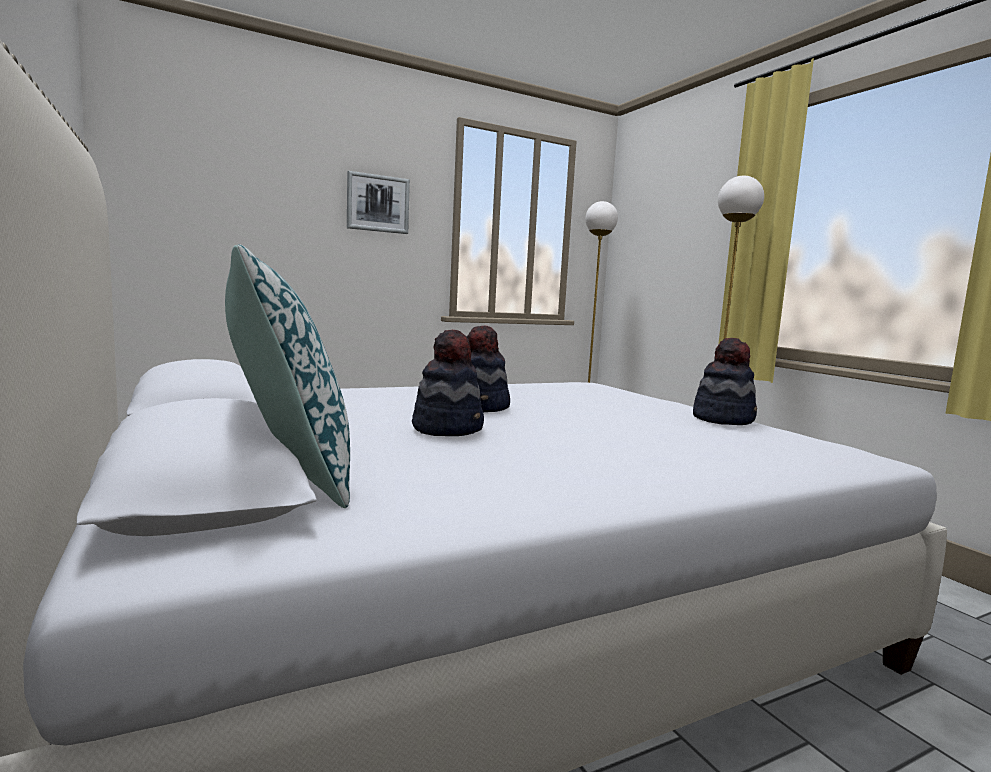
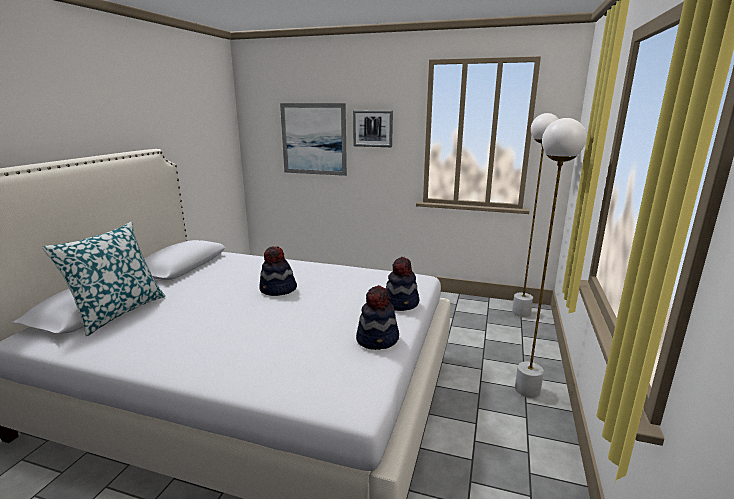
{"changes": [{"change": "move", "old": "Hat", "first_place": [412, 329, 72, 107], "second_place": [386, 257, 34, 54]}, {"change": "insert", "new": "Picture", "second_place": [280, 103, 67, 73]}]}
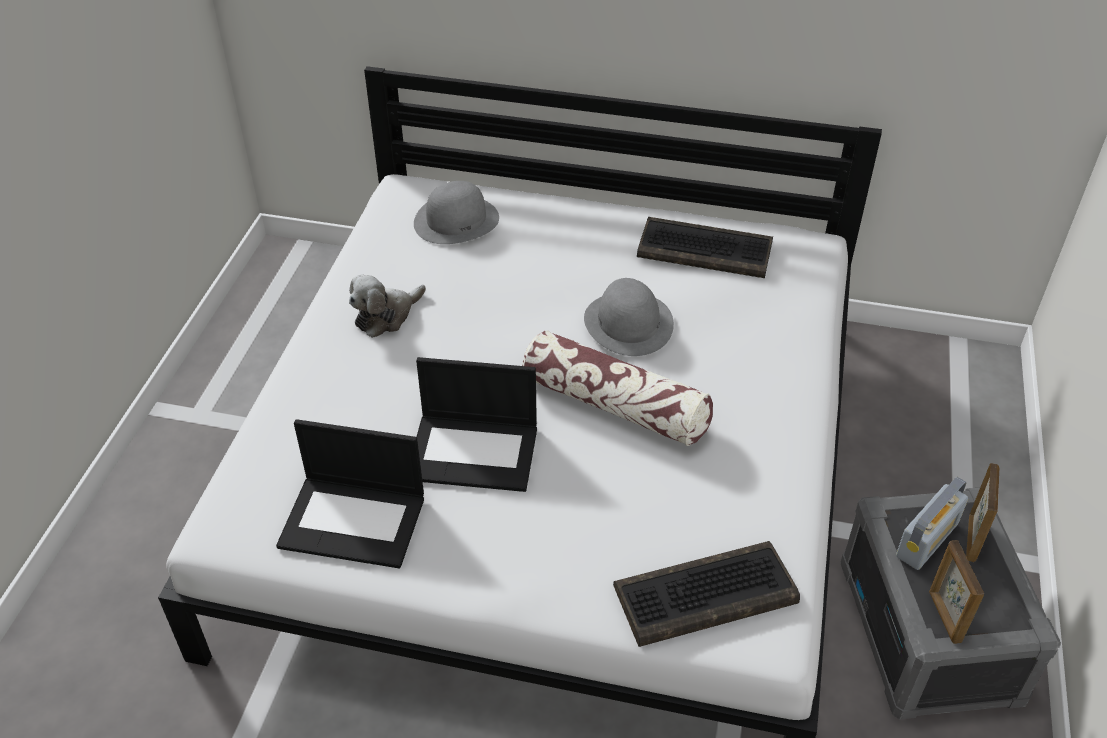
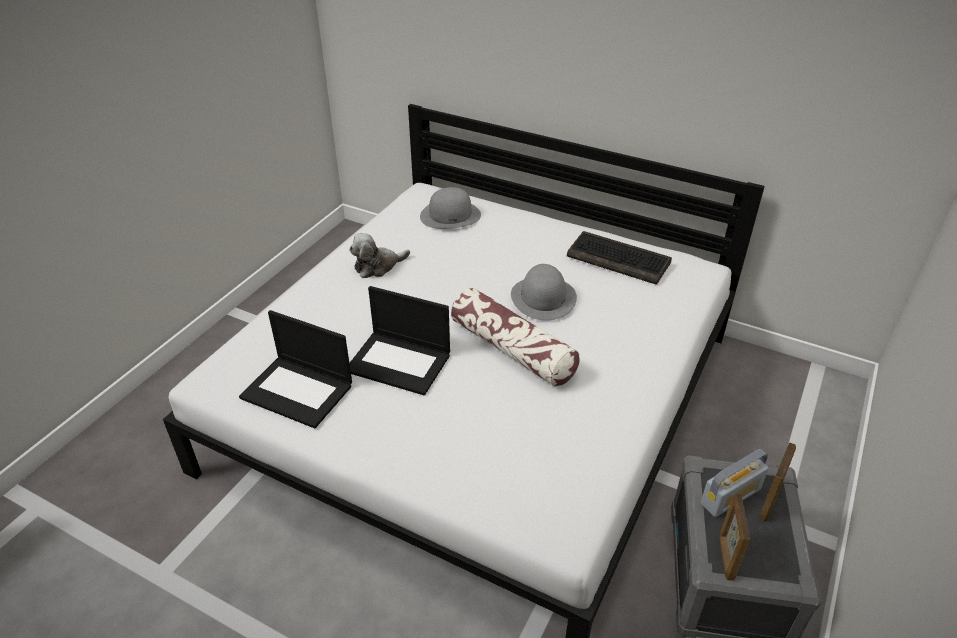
{"changes": [{"change": "delete", "old": "Keyboard", "first_place": [613, 541, 187, 106]}]}
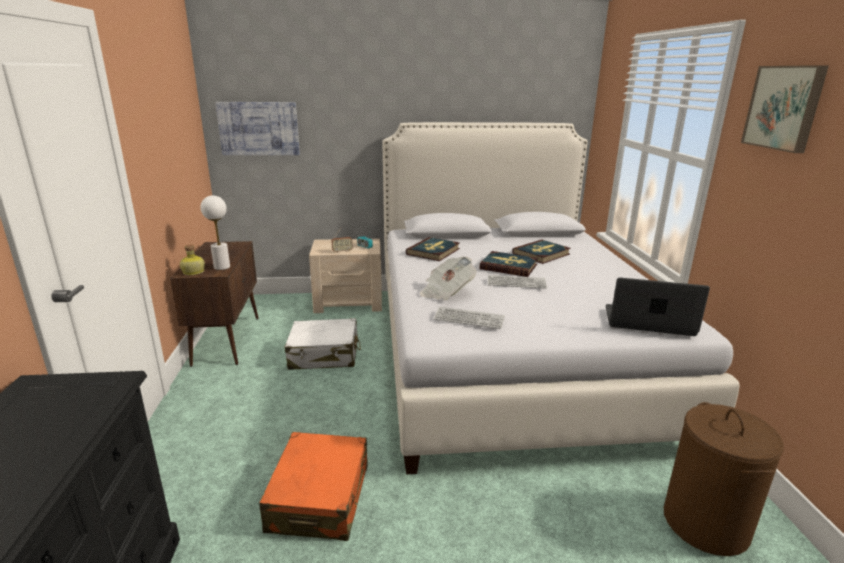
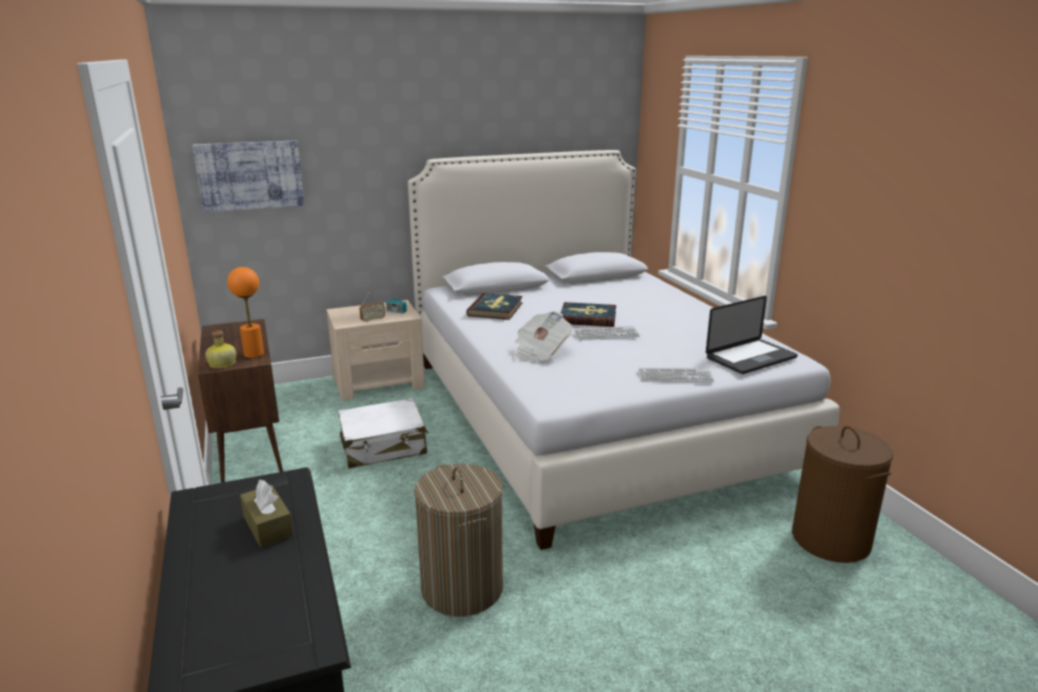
{"changes": [{"change": "delete", "old": "Picture", "first_place": [741, 65, 88, 88]}, {"change": "recolor", "old": "WhiteTableLamp", "new": "OrangeTableLamp", "first_place": [201, 195, 29, 75], "second_place": [227, 267, 37, 91]}, {"change": "delete", "old": "Book", "first_place": [512, 240, 59, 24]}, {"change": "rotate", "old": "Laptop", "first_place": [606, 278, 104, 58], "second_place": [706, 296, 92, 78], "degrees": 150}, {"change": "move", "old": "Keyboard", "first_place": [434, 307, 71, 22], "second_place": [639, 367, 75, 15]}, {"change": "replace", "old": "OrangeSuitcase", "new": "LaundryBasket", "first_place": [259, 432, 109, 109], "second_place": [414, 464, 89, 153]}, {"change": "insert", "new": "BrownTissueBox", "second_place": [240, 480, 54, 67]}]}
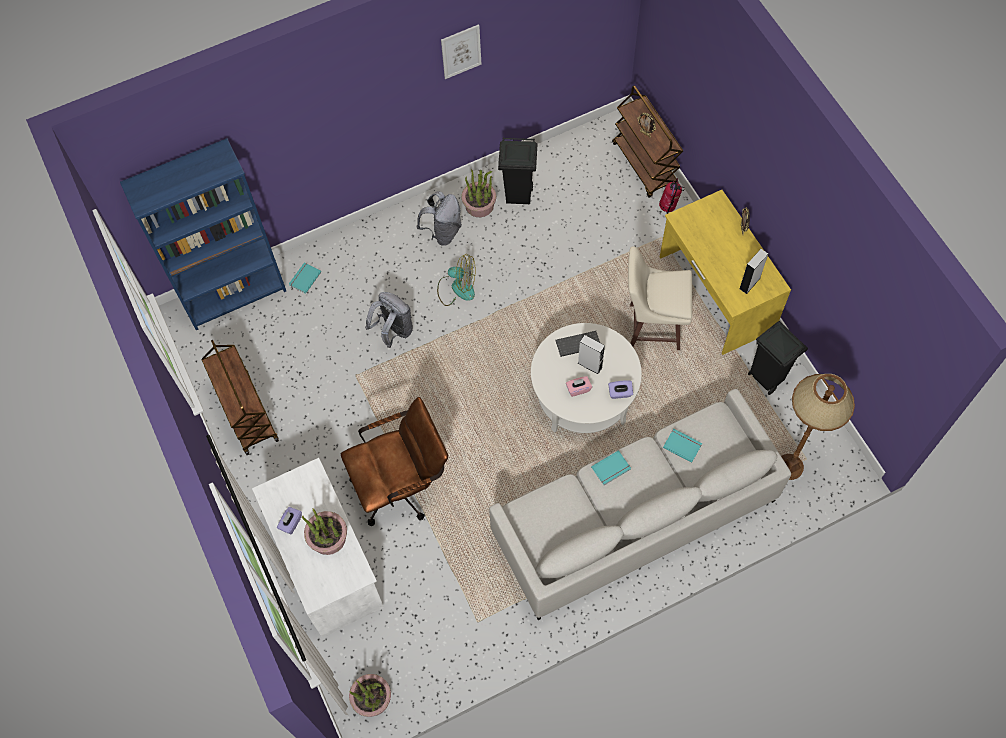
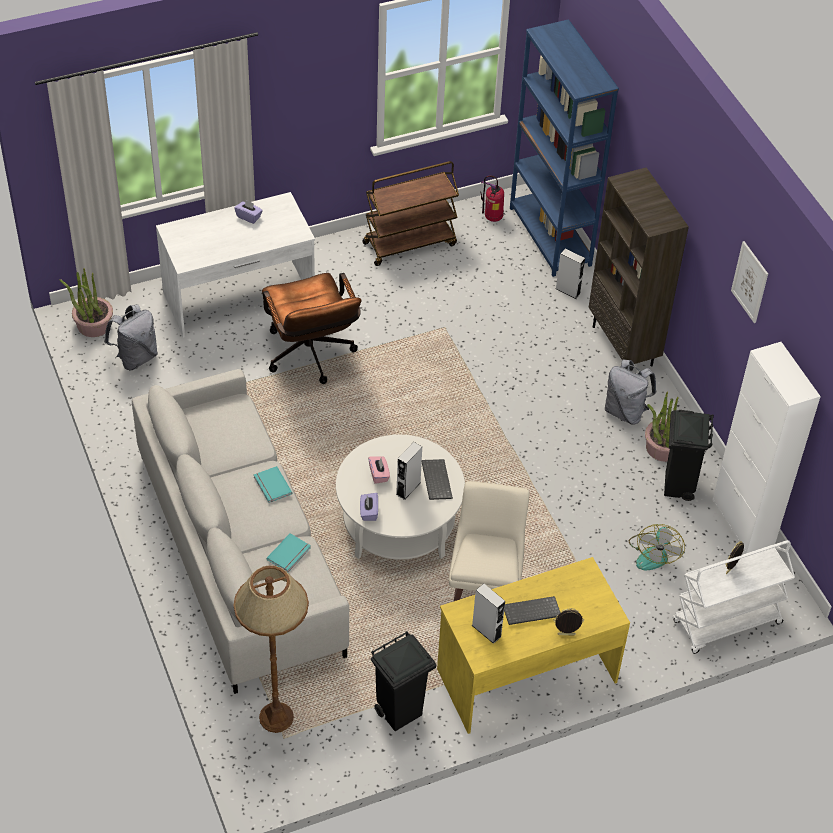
{"changes": [{"change": "recolor", "old": "BrownCart", "new": "WhiteCart", "first_place": [612, 86, 71, 112], "second_place": [673, 540, 122, 114]}, {"change": "move", "old": "FireExtinguisher", "first_place": [659, 178, 26, 36], "second_place": [480, 175, 24, 47]}, {"change": "move", "old": "Fan", "first_place": [437, 254, 38, 52], "second_place": [629, 524, 56, 46]}, {"change": "replace", "old": "TurquoiseBook", "new": "GreySpeaker", "first_place": [289, 262, 32, 32], "second_place": [556, 249, 29, 50]}, {"change": "move", "old": "GreyBackpack", "first_place": [365, 292, 48, 56], "second_place": [104, 304, 54, 66]}, {"change": "delete", "old": "PottedPlant", "first_place": [302, 508, 45, 47]}, {"change": "insert", "new": "BrownBookcase", "second_place": [589, 167, 100, 199]}, {"change": "insert", "new": "WhiteCabinet", "second_place": [712, 342, 109, 211]}, {"change": "insert", "new": "Keyboard", "second_place": [504, 596, 57, 29]}]}
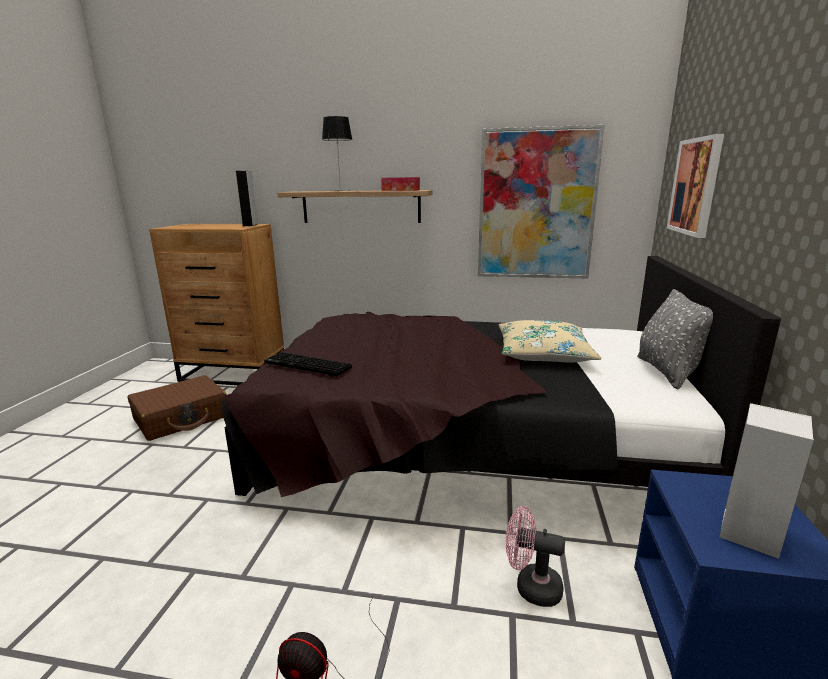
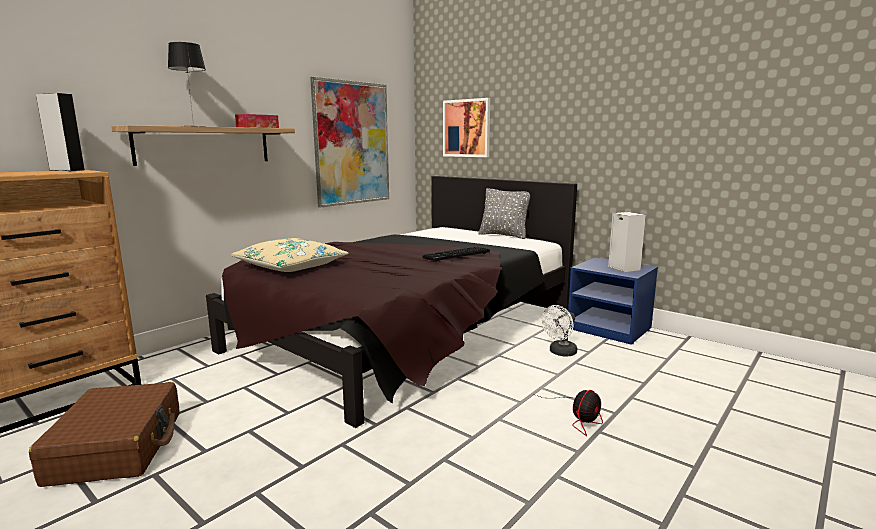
{"changes": [{"change": "move", "old": "BeigePillow", "first_place": [499, 320, 102, 42], "second_place": [231, 238, 118, 34]}, {"change": "move", "old": "Keyboard", "first_place": [264, 352, 88, 24], "second_place": [422, 247, 68, 15]}, {"change": "recolor", "old": "PinkFan", "new": "WhiteFan", "first_place": [506, 506, 59, 101], "second_place": [542, 305, 35, 51]}]}
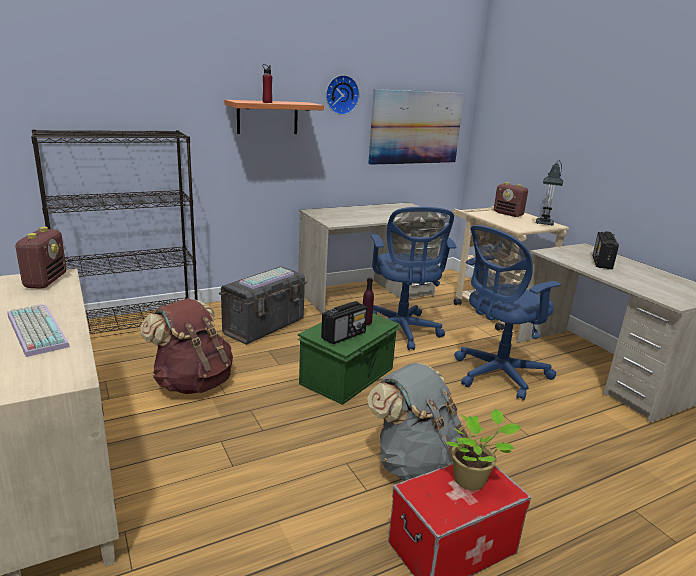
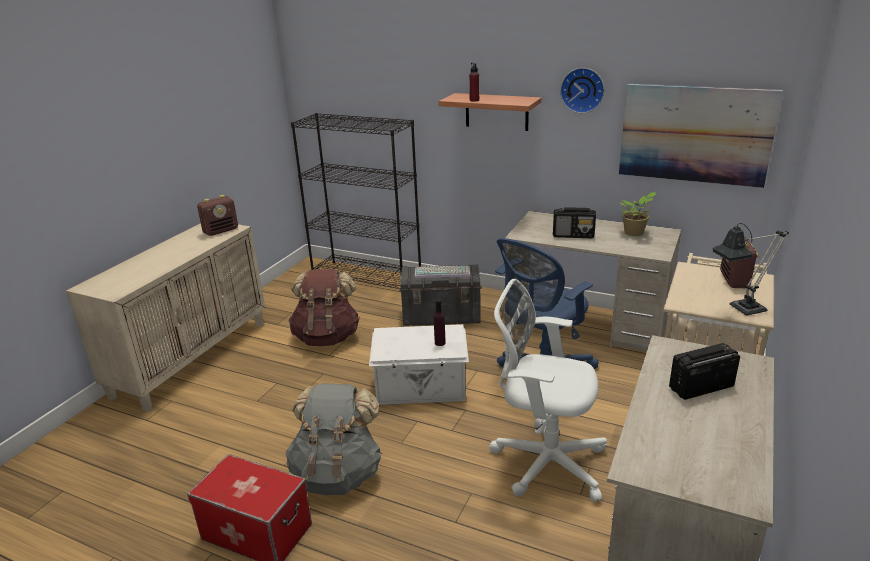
{"changes": [{"change": "recolor", "old": "BlueOfficeChair", "new": "WhiteOfficeChair", "first_place": [454, 225, 107, 176], "second_place": [489, 279, 118, 223]}, {"change": "move", "old": "Radio", "first_place": [321, 301, 47, 43], "second_place": [553, 207, 43, 31]}, {"change": "delete", "old": "Keyboard", "first_place": [8, 304, 62, 53]}, {"change": "recolor", "old": "GreenStorageBox", "new": "WhiteStorageBox", "first_place": [298, 313, 104, 92], "second_place": [369, 324, 100, 81]}, {"change": "move", "old": "PottedPlant", "first_place": [446, 408, 75, 82], "second_place": [618, 192, 38, 44]}]}
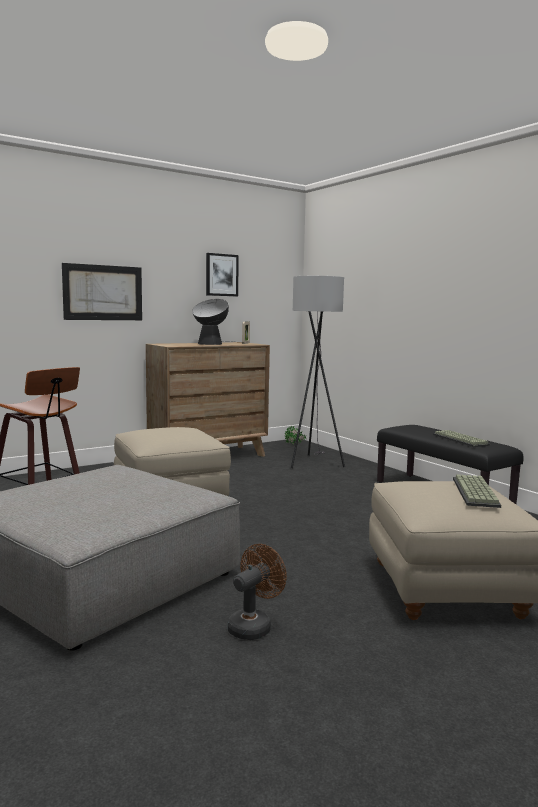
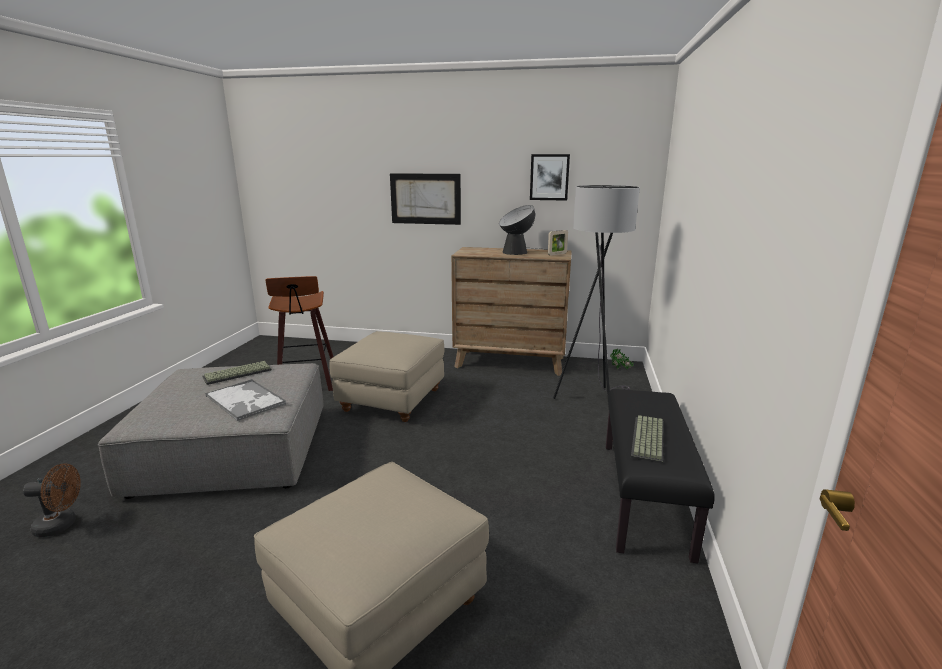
{"changes": [{"change": "move", "old": "Keyboard", "first_place": [453, 474, 48, 34], "second_place": [202, 361, 70, 24]}, {"change": "move", "old": "BrownFan", "first_place": [228, 544, 59, 96], "second_place": [23, 463, 58, 74]}, {"change": "insert", "new": "Tray", "second_place": [206, 379, 80, 42]}]}
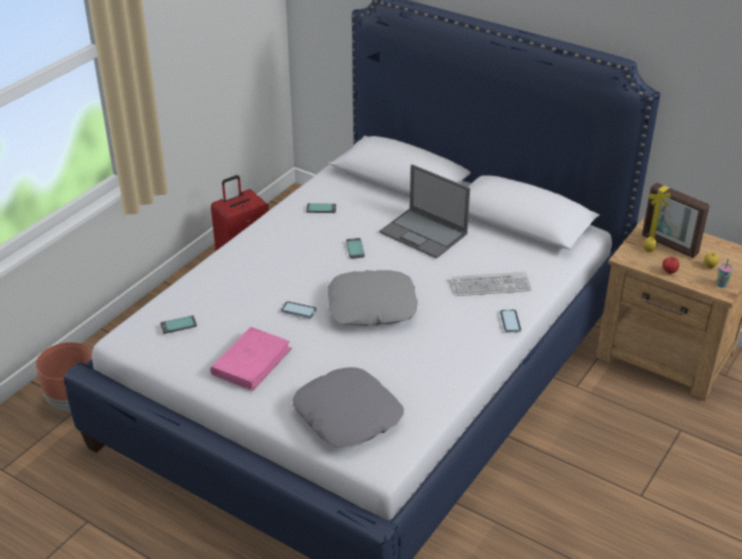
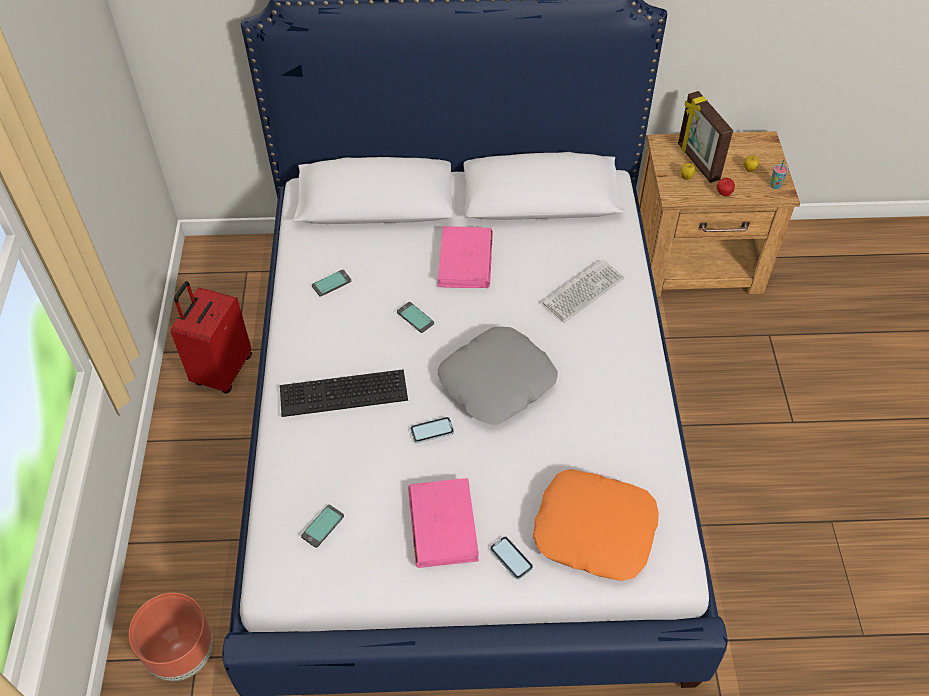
{"changes": [{"change": "replace", "old": "Laptop", "new": "PinkBook", "first_place": [379, 164, 91, 95], "second_place": [437, 226, 56, 62]}, {"change": "rotate", "old": "PictureFrame", "first_place": [642, 182, 68, 76], "second_place": [678, 91, 55, 92], "degrees": 60}, {"change": "move", "old": "Phone", "first_place": [500, 309, 21, 24], "second_place": [490, 536, 43, 43]}, {"change": "recolor", "old": "GreyPillow", "new": "OrangePillow", "first_place": [292, 367, 112, 81], "second_place": [533, 469, 126, 112]}, {"change": "insert", "new": "Keyboard", "second_place": [280, 369, 128, 48]}]}
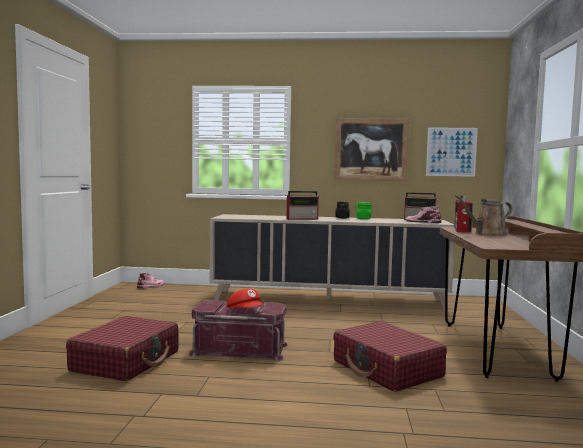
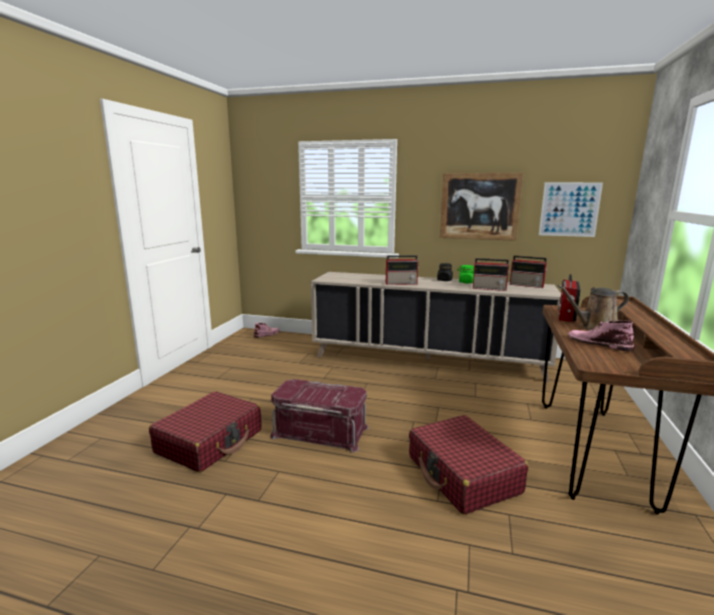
{"changes": [{"change": "move", "old": "PinkBoot", "first_place": [405, 206, 36, 17], "second_place": [568, 320, 66, 31]}, {"change": "delete", "old": "RedCap", "first_place": [227, 289, 37, 19]}, {"change": "insert", "new": "Radio", "second_place": [473, 258, 37, 33]}]}
